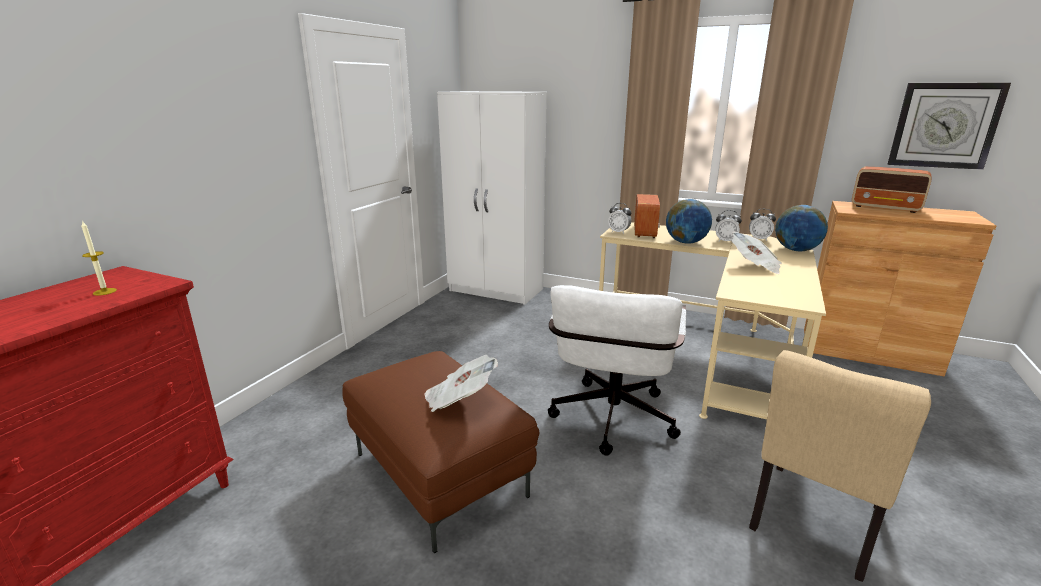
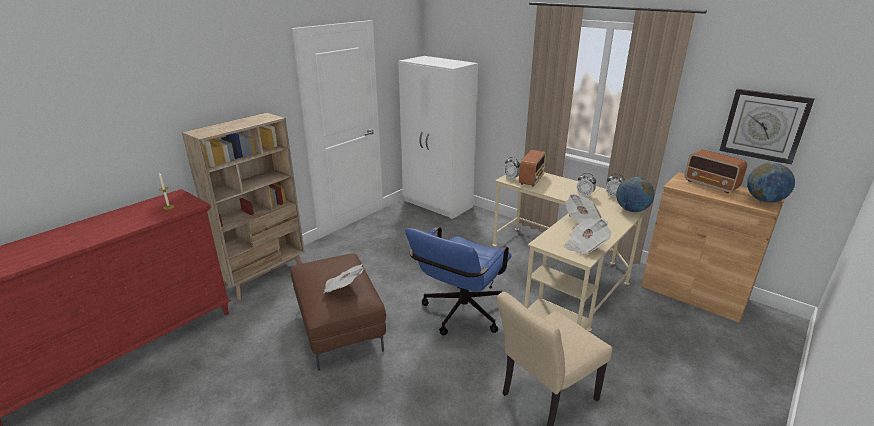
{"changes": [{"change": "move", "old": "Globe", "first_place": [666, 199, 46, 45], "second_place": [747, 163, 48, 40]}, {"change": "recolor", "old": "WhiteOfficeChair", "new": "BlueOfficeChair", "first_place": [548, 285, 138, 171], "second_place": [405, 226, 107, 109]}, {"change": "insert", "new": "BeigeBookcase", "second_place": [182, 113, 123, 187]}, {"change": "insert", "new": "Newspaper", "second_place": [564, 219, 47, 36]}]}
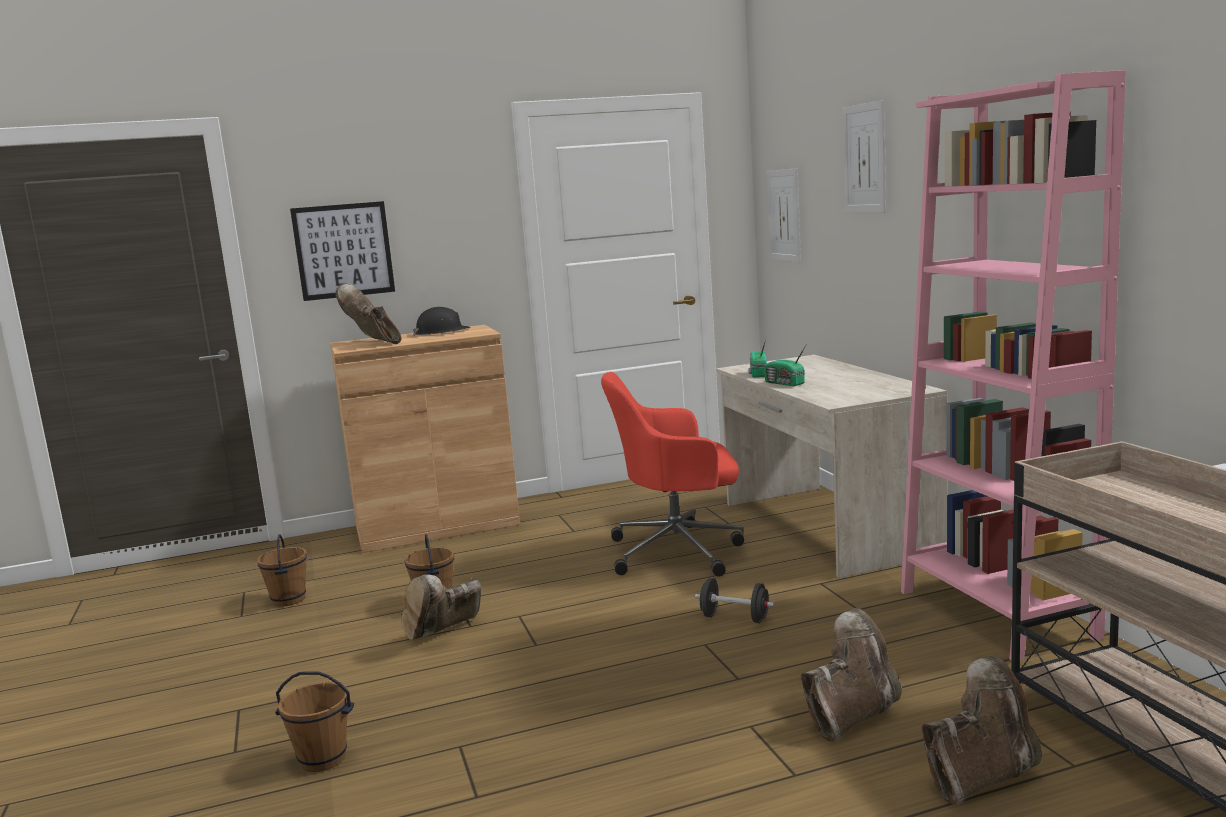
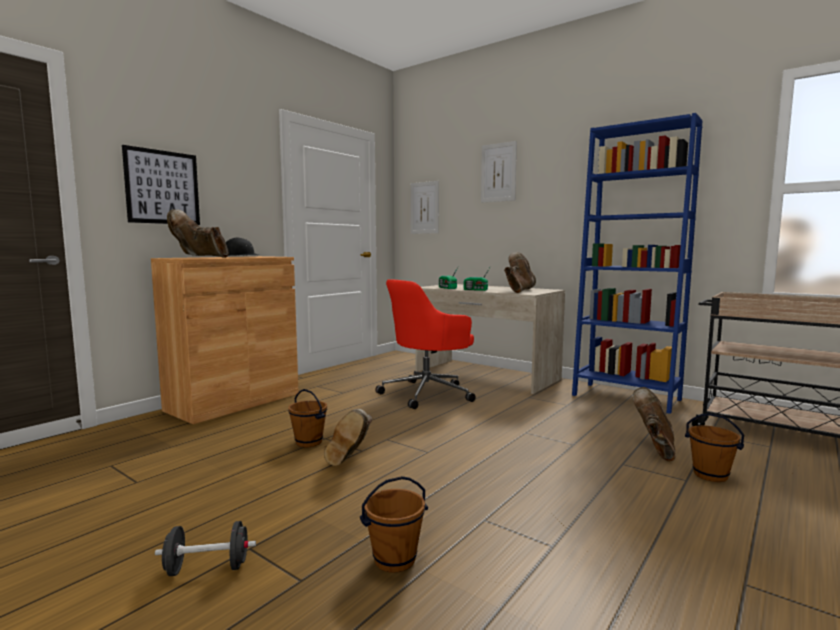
{"changes": [{"change": "recolor", "old": "PinkBookcase", "new": "BlueBookcase", "first_place": [901, 70, 225, 590], "second_place": [572, 113, 130, 301]}, {"change": "move", "old": "BrownBucket", "first_place": [257, 534, 50, 73], "second_place": [685, 413, 59, 69]}, {"change": "move", "old": "BlackDumbbell", "first_place": [695, 578, 80, 45], "second_place": [155, 521, 101, 55]}, {"change": "move", "old": "BrownBoot", "first_place": [922, 655, 120, 150], "second_place": [504, 252, 32, 41]}]}
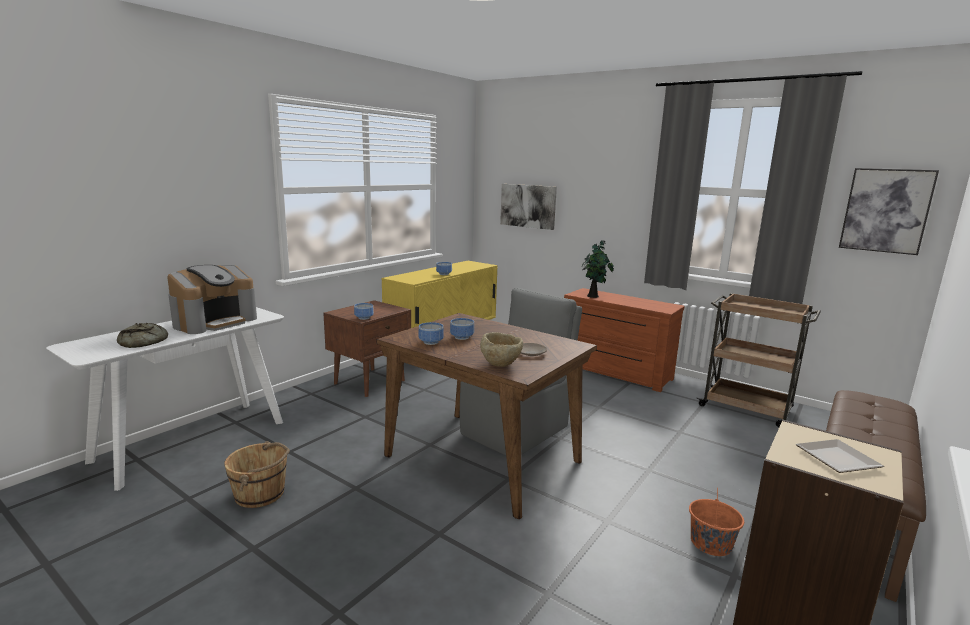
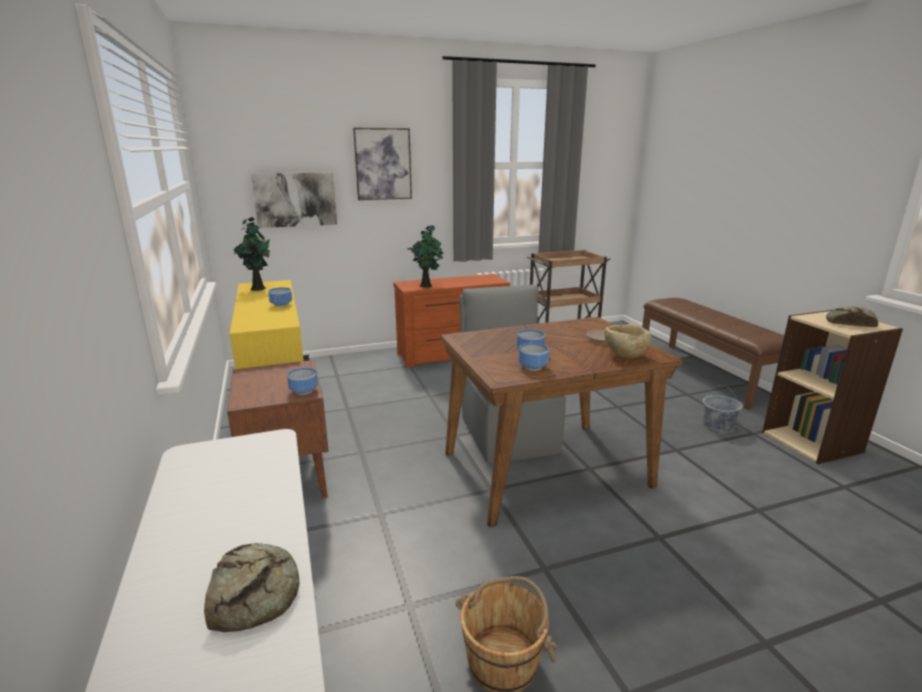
{"changes": [{"change": "move", "old": "Picture", "first_place": [839, 168, 100, 87], "second_place": [353, 128, 59, 72]}, {"change": "delete", "old": "CoffeeMachine", "first_place": [167, 265, 90, 69]}, {"change": "replace", "old": "Plate", "new": "Bread", "first_place": [796, 439, 88, 34], "second_place": [826, 307, 52, 20]}, {"change": "recolor", "old": "OrangeBucket", "new": "GreyBucket", "first_place": [689, 488, 55, 68], "second_place": [703, 385, 40, 47]}, {"change": "insert", "new": "PottedPlant", "second_place": [234, 217, 36, 74]}]}
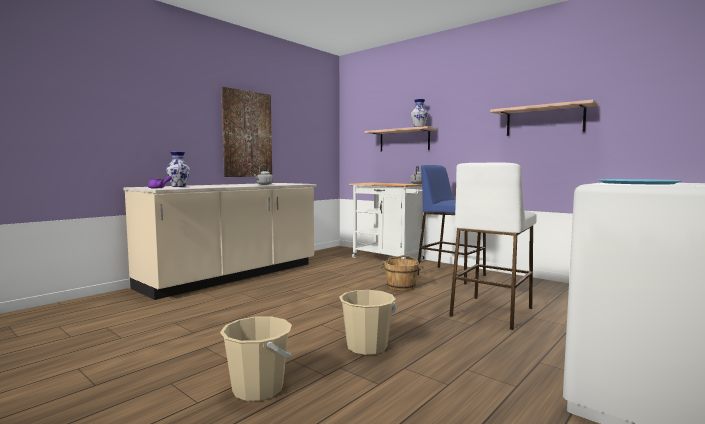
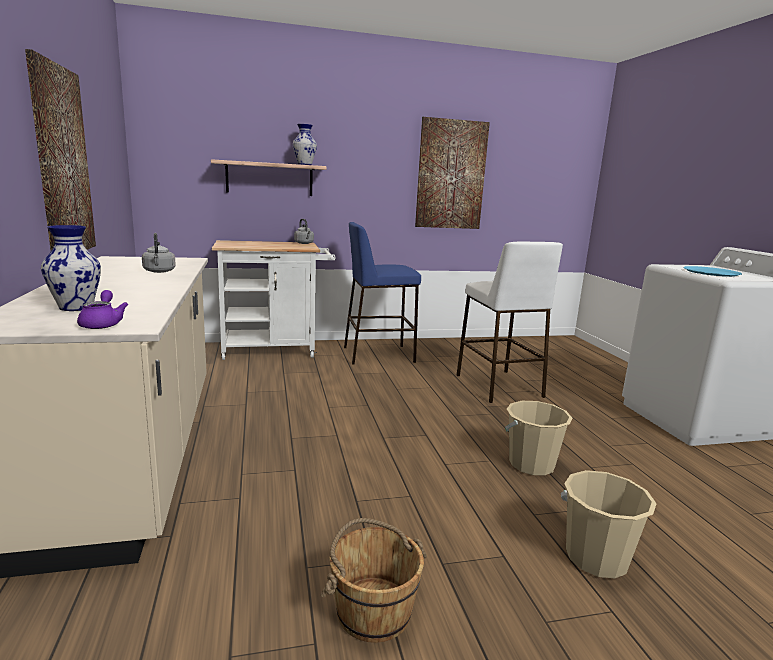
{"changes": [{"change": "replace", "old": "Shelf", "new": "Picture", "first_place": [490, 100, 109, 36], "second_place": [415, 117, 75, 112]}, {"change": "move", "old": "BrownBucket", "first_place": [380, 255, 44, 36], "second_place": [320, 518, 107, 125]}]}
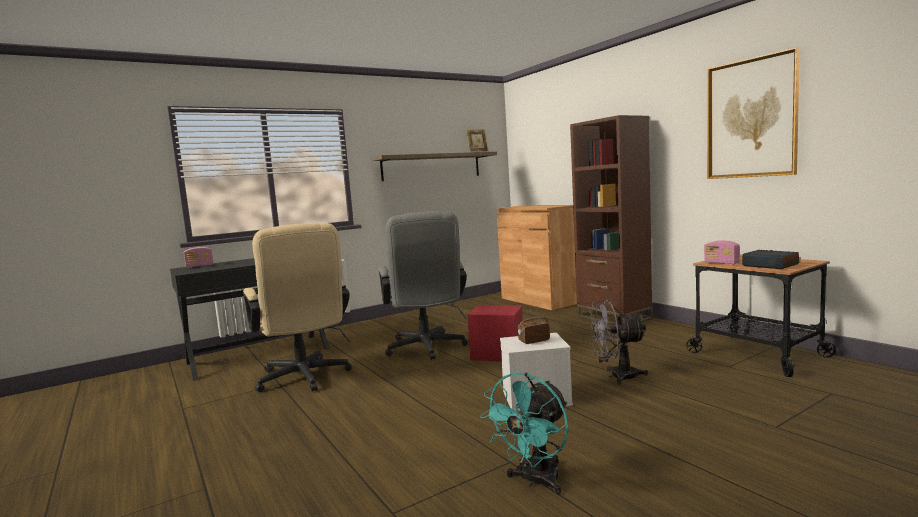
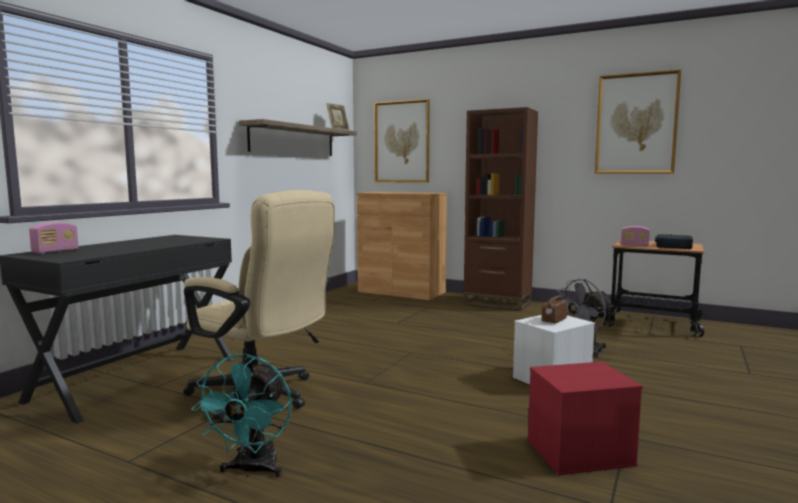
{"changes": [{"change": "delete", "old": "GreyOfficeChair", "first_place": [379, 211, 89, 149]}, {"change": "move", "old": "RedStorageBox", "first_place": [467, 305, 56, 57], "second_place": [527, 362, 116, 113]}, {"change": "move", "old": "TurquoiseFan", "first_place": [480, 372, 89, 122], "second_place": [191, 354, 101, 124]}, {"change": "insert", "new": "Picture", "second_place": [374, 99, 56, 84]}]}
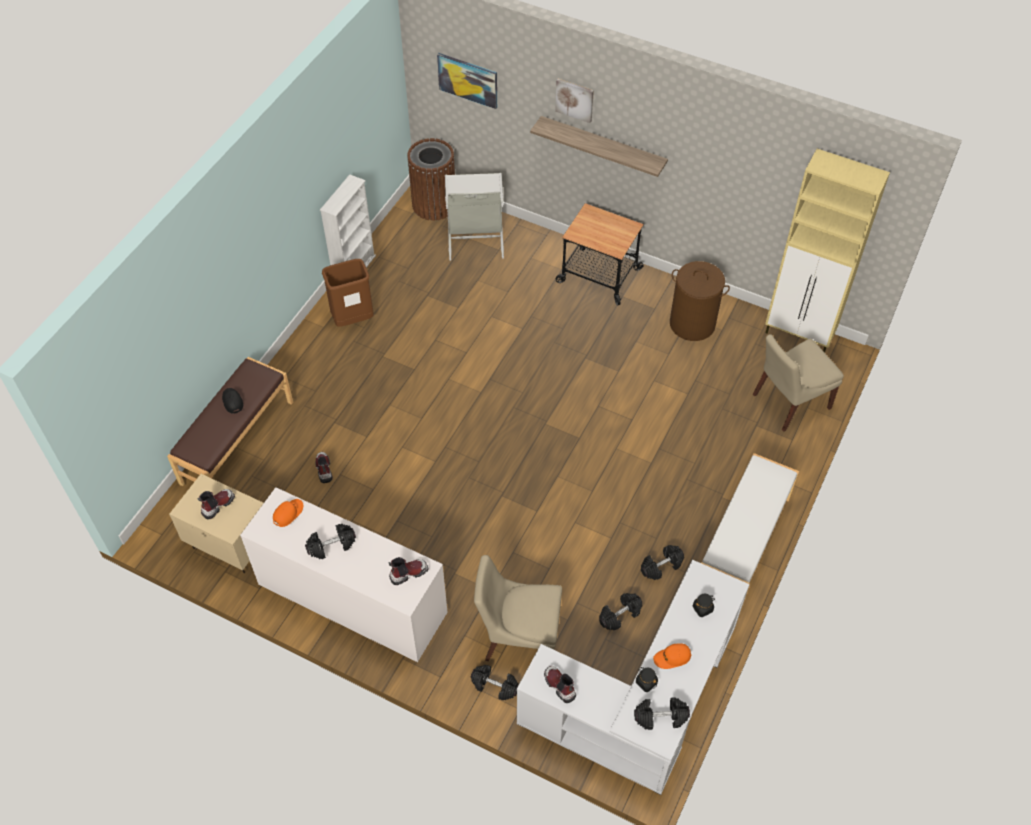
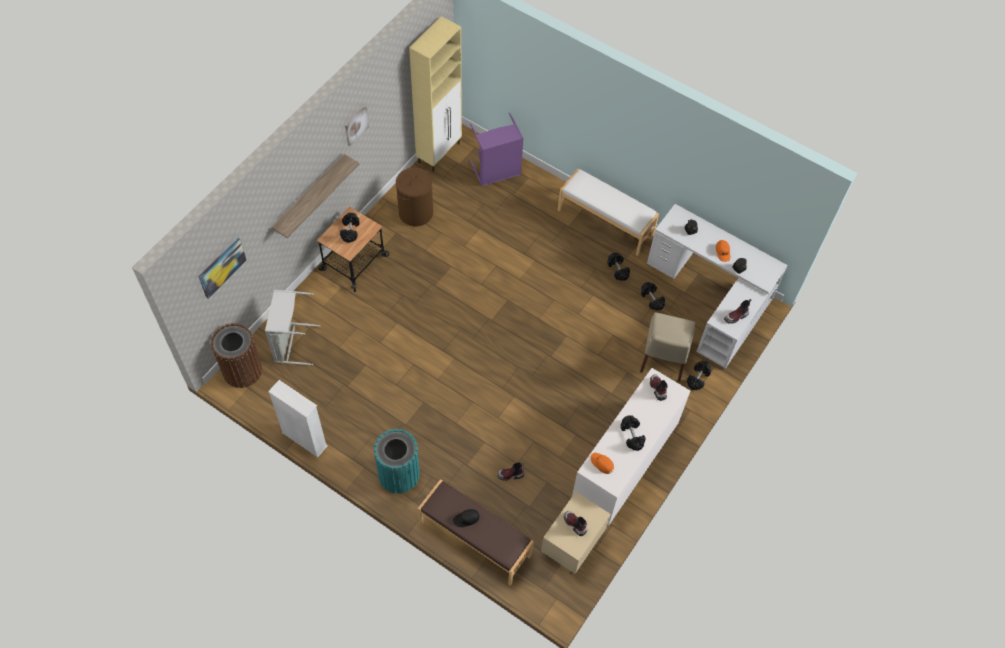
{"changes": [{"change": "move", "old": "Picture", "first_place": [555, 79, 39, 44], "second_place": [345, 106, 24, 40]}, {"change": "delete", "old": "BrownTrashCan", "first_place": [322, 259, 52, 68]}, {"change": "replace", "old": "BeigeChair", "new": "PurpleLaundryBasket", "first_place": [753, 334, 91, 98], "second_place": [470, 113, 54, 73]}, {"change": "move", "old": "BlackDumbbell", "first_place": [634, 697, 56, 33], "second_place": [340, 213, 20, 30]}, {"change": "insert", "new": "TurquoiseTrashCan", "second_place": [374, 429, 46, 65]}]}
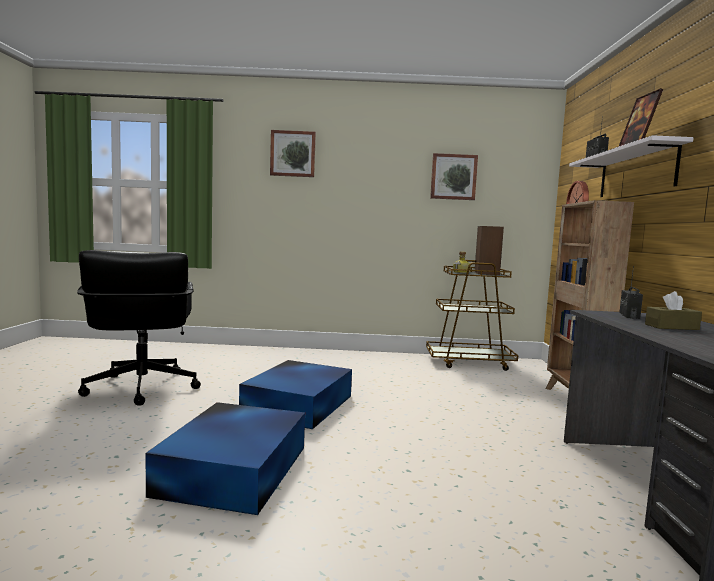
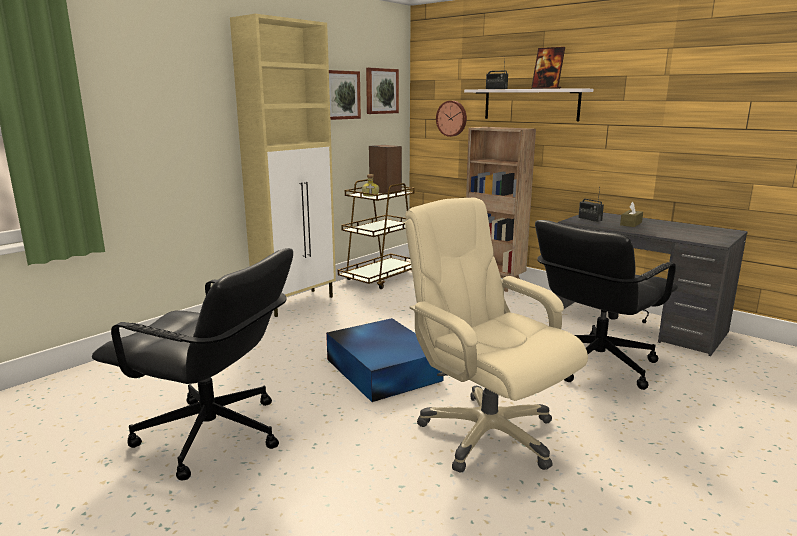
{"changes": [{"change": "move", "old": "Picture", "first_place": [270, 130, 46, 47], "second_place": [366, 68, 33, 46]}, {"change": "replace", "old": "BlueStorageBox", "new": "BeigeOfficeChair", "first_place": [145, 402, 160, 113], "second_place": [405, 198, 183, 274]}, {"change": "insert", "new": "BeigeCabinet", "second_place": [230, 14, 106, 303]}, {"change": "insert", "new": "BlackOfficeChair", "second_place": [535, 220, 143, 170]}]}
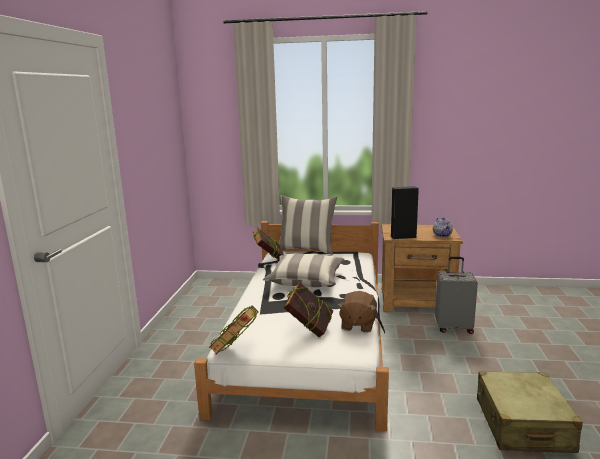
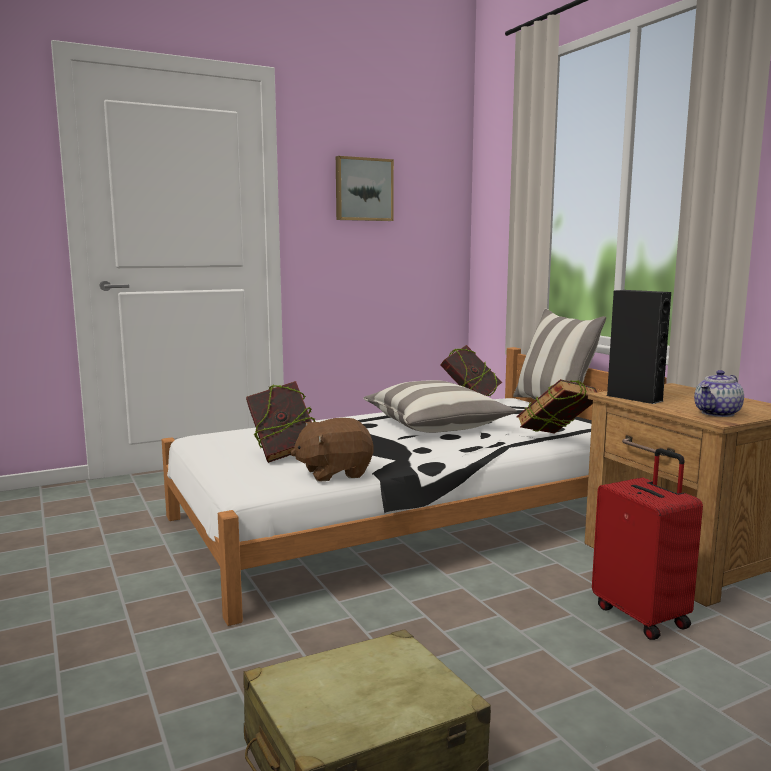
{"changes": [{"change": "recolor", "old": "GreySuitcase", "new": "RedSuitcase", "first_place": [435, 257, 43, 77], "second_place": [592, 448, 111, 192]}, {"change": "move", "old": "Book", "first_place": [209, 305, 49, 50], "second_place": [517, 379, 80, 55]}, {"change": "insert", "new": "Picture", "second_place": [336, 156, 58, 65]}]}
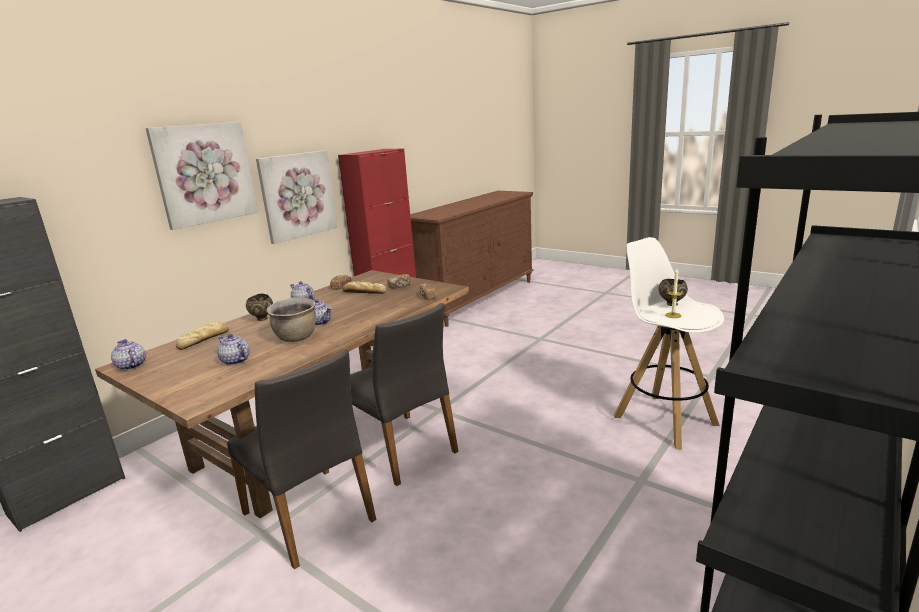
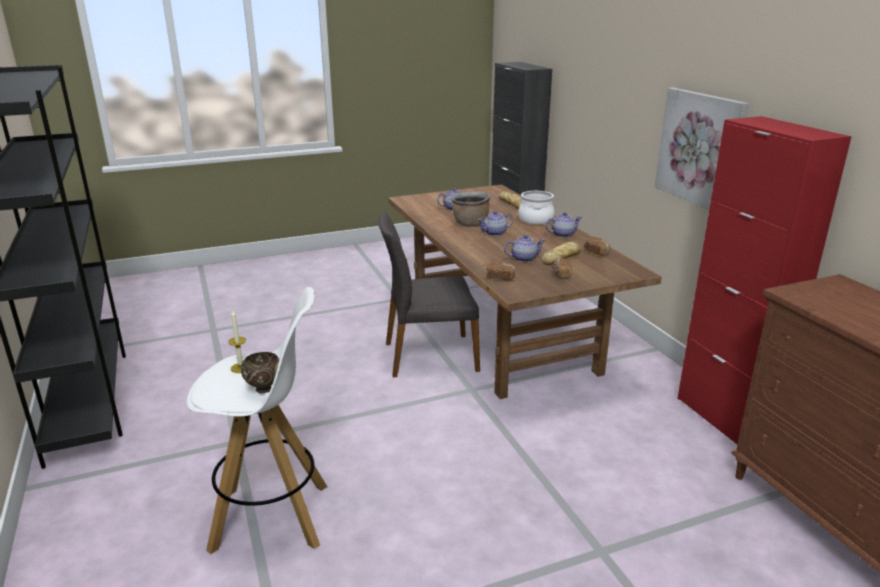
{"changes": [{"change": "delete", "old": "Picture", "first_place": [146, 122, 112, 108]}, {"change": "replace", "old": "BrownBowl", "new": "CookingPot", "first_place": [246, 294, 27, 27], "second_place": [518, 191, 37, 33]}, {"change": "move", "old": "Teapot", "first_place": [111, 339, 35, 32], "second_place": [504, 235, 41, 27]}, {"change": "delete", "old": "GreyChair", "first_place": [227, 349, 149, 220]}]}
